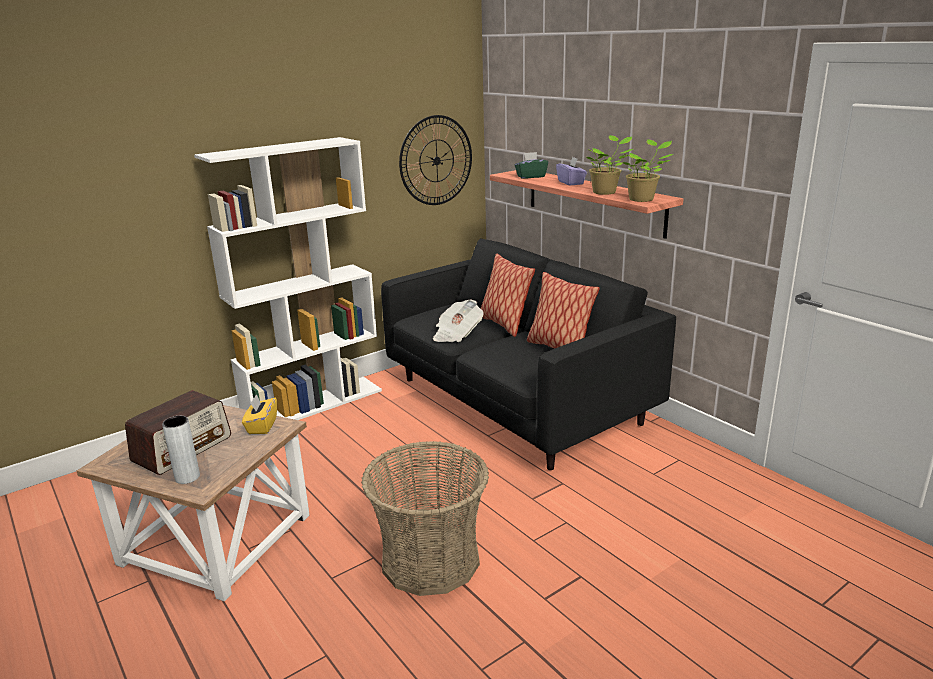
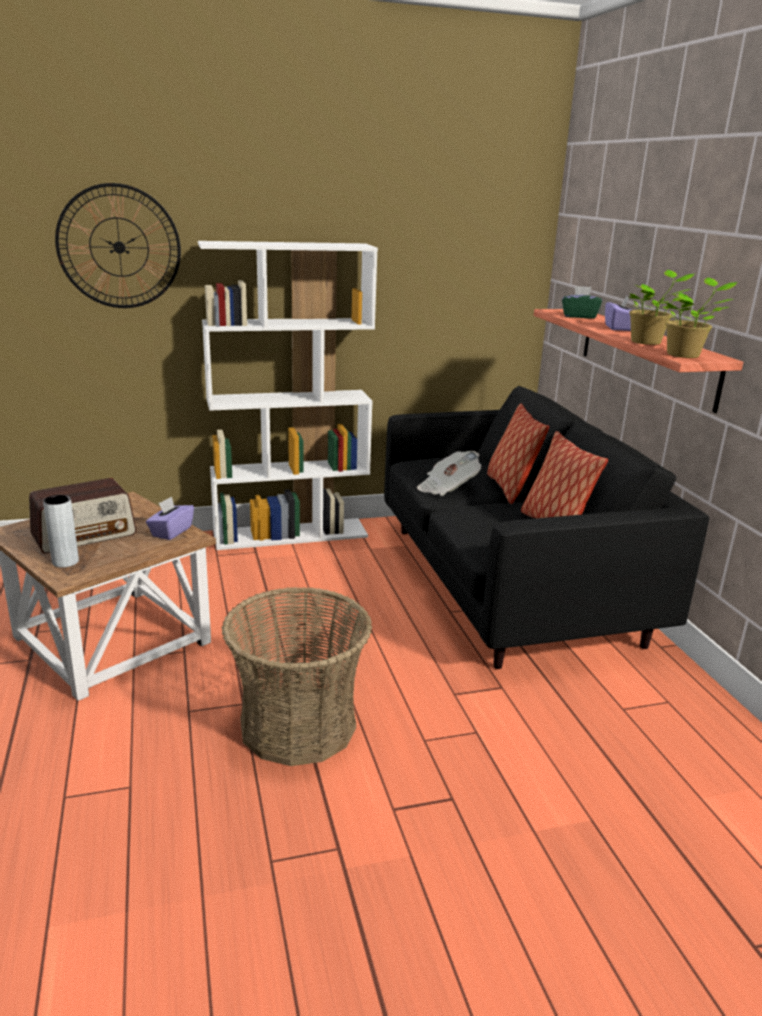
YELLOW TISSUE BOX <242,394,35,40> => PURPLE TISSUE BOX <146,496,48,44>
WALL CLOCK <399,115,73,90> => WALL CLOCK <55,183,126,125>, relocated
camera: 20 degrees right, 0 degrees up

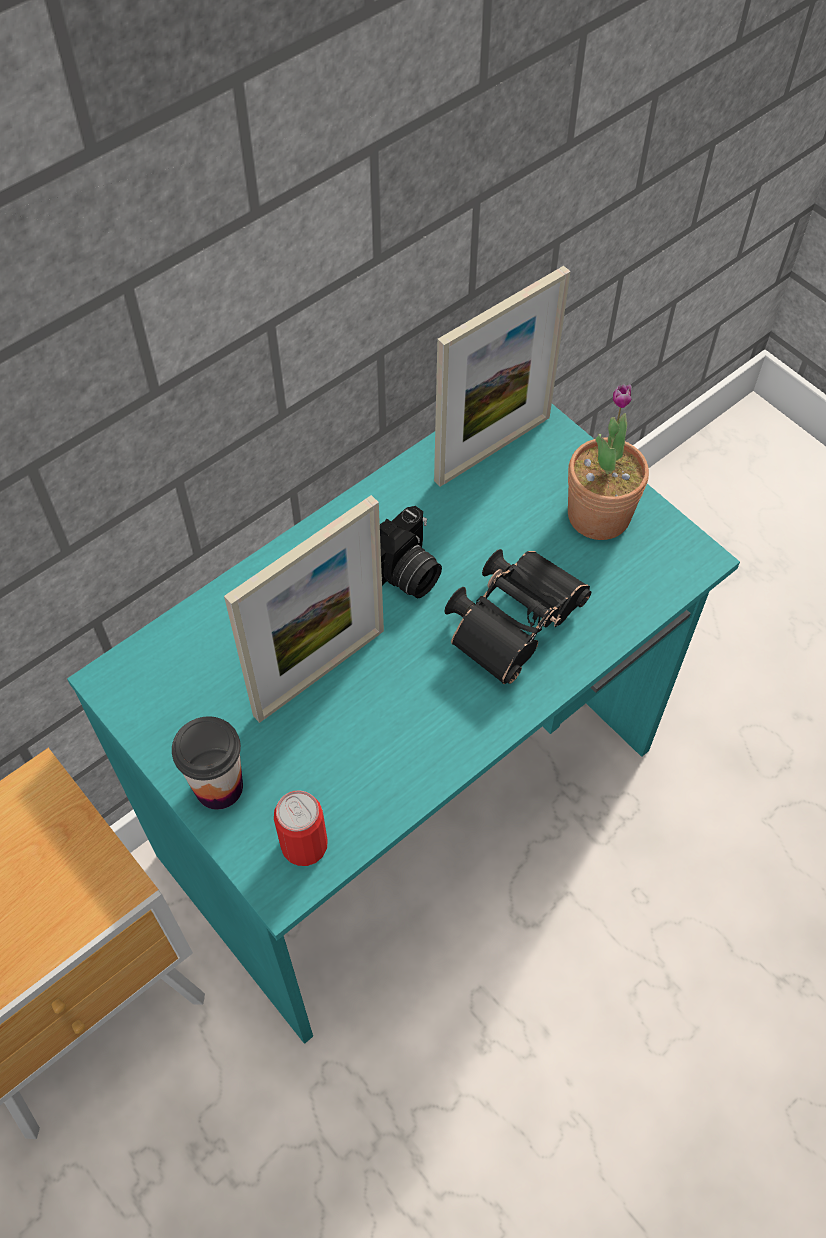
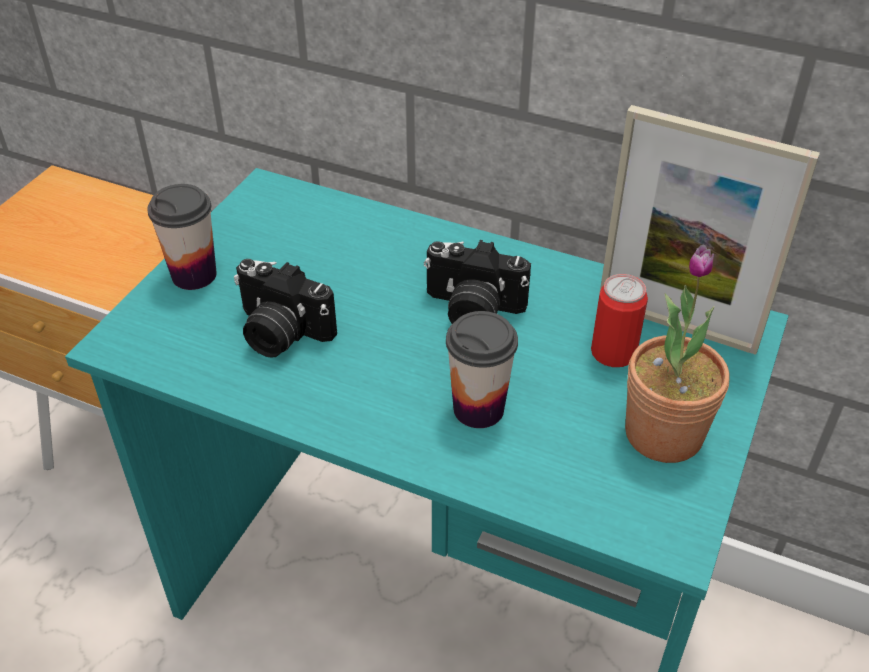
PICTURE FRAME <224,495,160,228> => nothing
CAN <274,790,54,76> => CAN <591,274,57,93>, relocated
BLACK BINOCULARS <444,549,147,135> => CUP <446,311,72,117>
nothing => PHOTO CAMERA <234,259,103,99>
camera: 65 degrees right, 15 degrees down

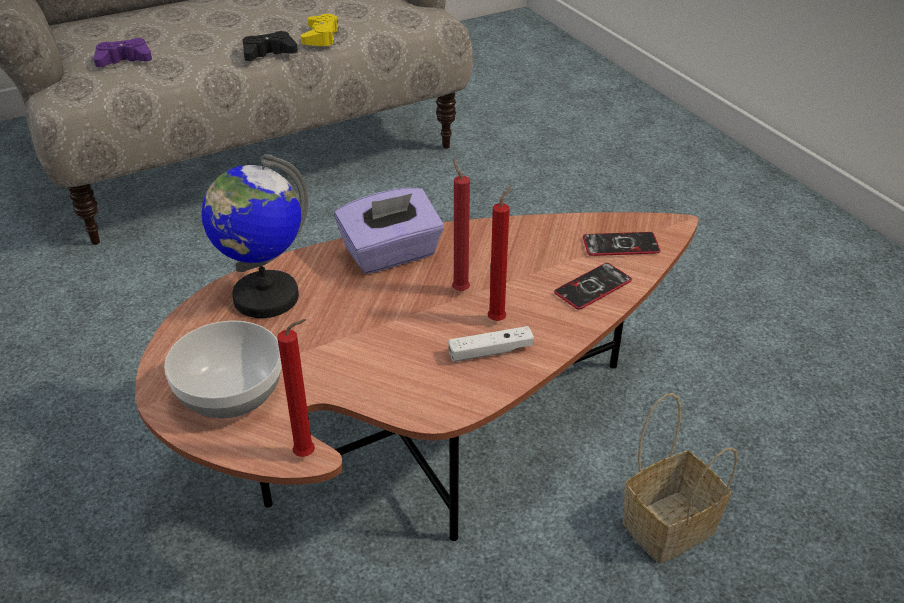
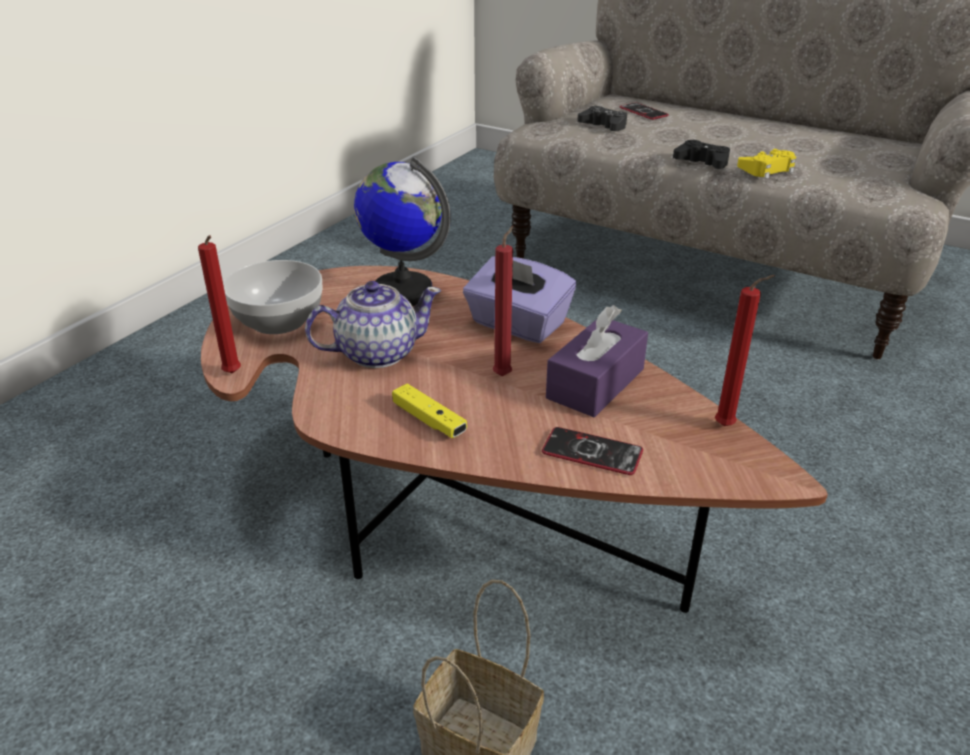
PURPLE GAME CONTROLLER <94,38,58,29> => BLACK GAME CONTROLLER <577,106,50,25>
WHITE GAME CONTROLLER <448,326,86,36> => YELLOW GAME CONTROLLER <392,384,75,54>
RED CANDLE <488,186,24,135> => RED CANDLE <715,275,60,151>, relocated
PHONE <583,232,77,24> => PHONE <620,103,49,17>, relocated
nothing => TEAPOT <305,281,136,87>
nothing => PURPLE TISSUE BOX <546,305,102,112>
camera: 60 degrees right, 5 degrees down

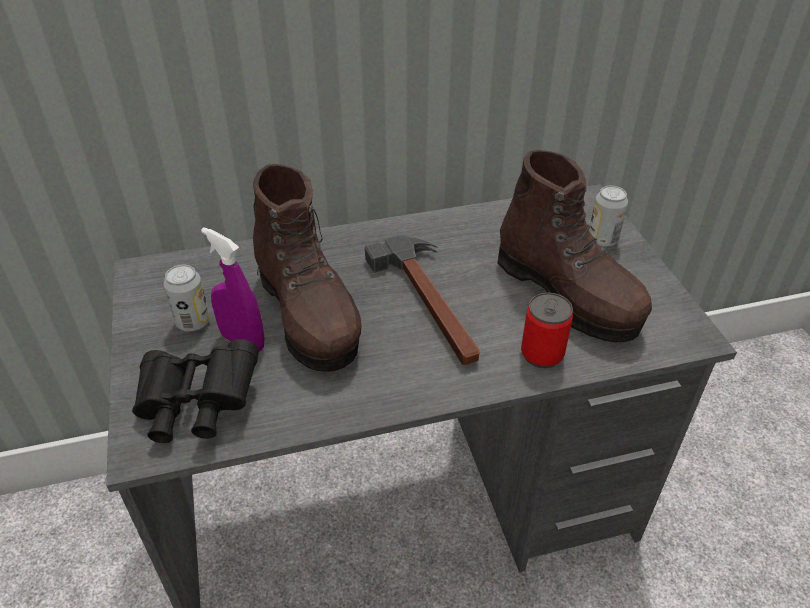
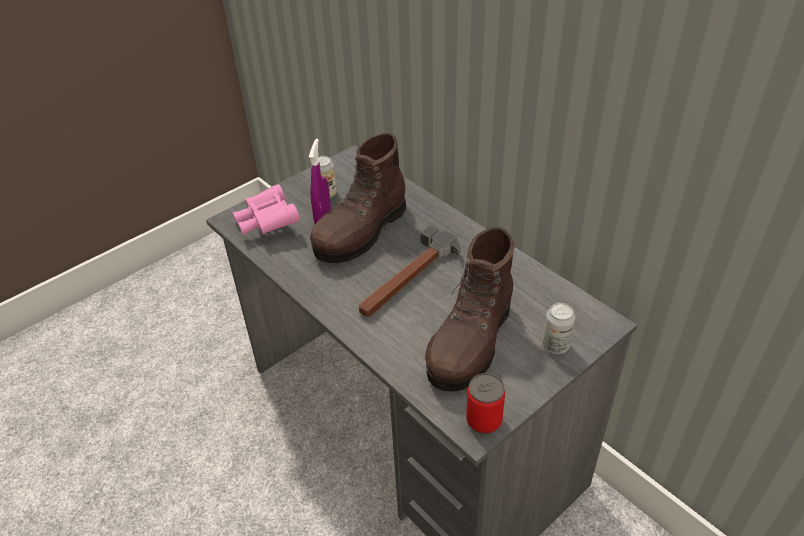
BLACK BINOCULARS <132,339,127,104> => PINK BINOCULARS <233,184,67,51>
CAN <521,293,52,75> => CAN <466,373,39,61>, relocated
camera: 65 degrees right, 0 degrees up

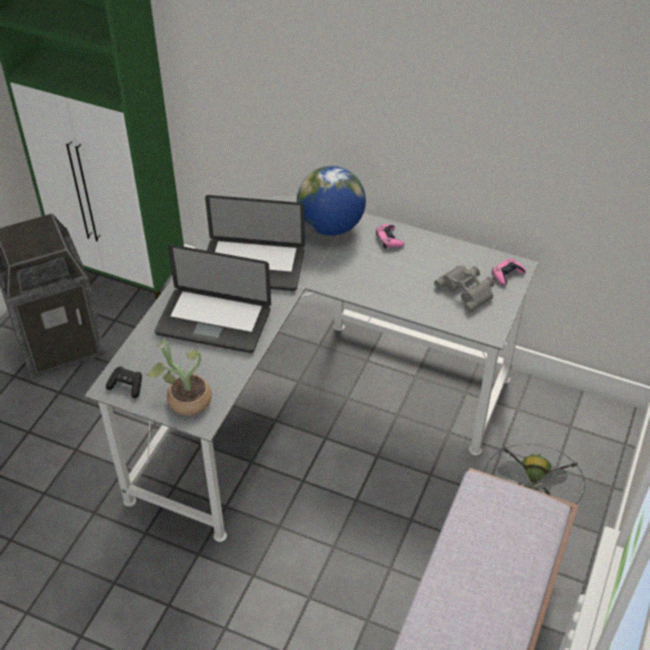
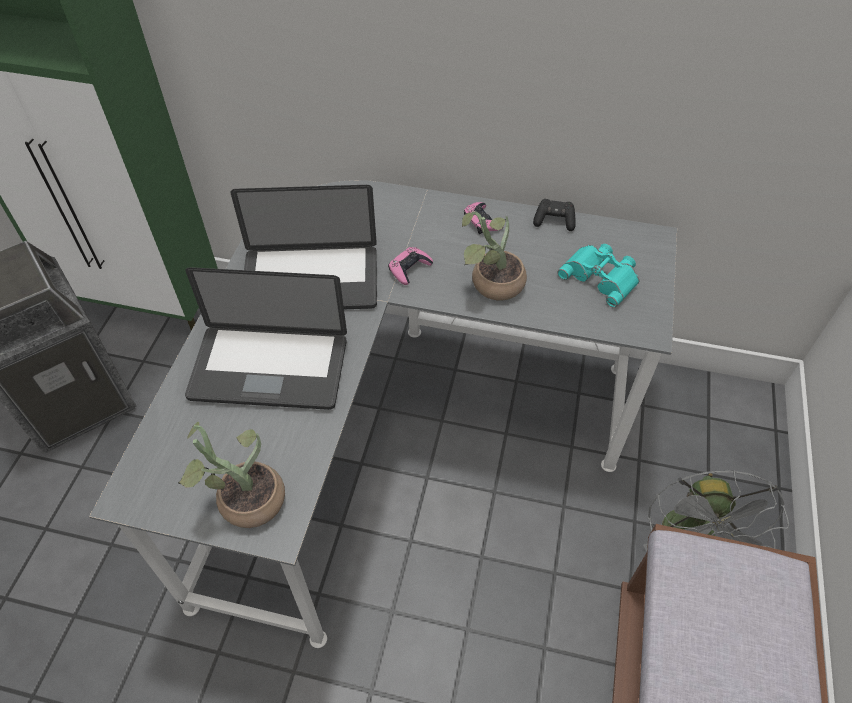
BLACK GAME CONTROLLER <106,366,36,32> => BLACK GAME CONTROLLER <533,199,43,32>, relocated
GLOBE <297,166,69,70> => nothing
GREY BINOCULARS <434,265,60,48> => TURQUOISE BINOCULARS <558,244,81,63>
PINK GAME CONTROLLER <492,259,34,27> => PINK GAME CONTROLLER <388,247,45,38>, relocated
nothing => POTTED PLANT <462,212,65,88>
camera: 10 degrees left, 5 degrees up

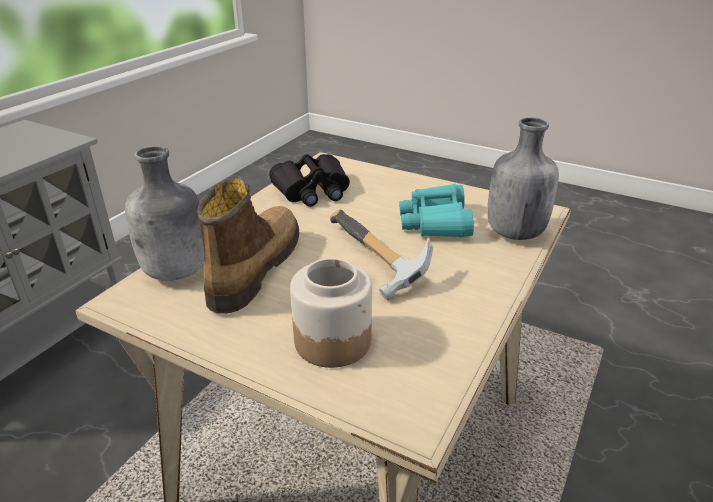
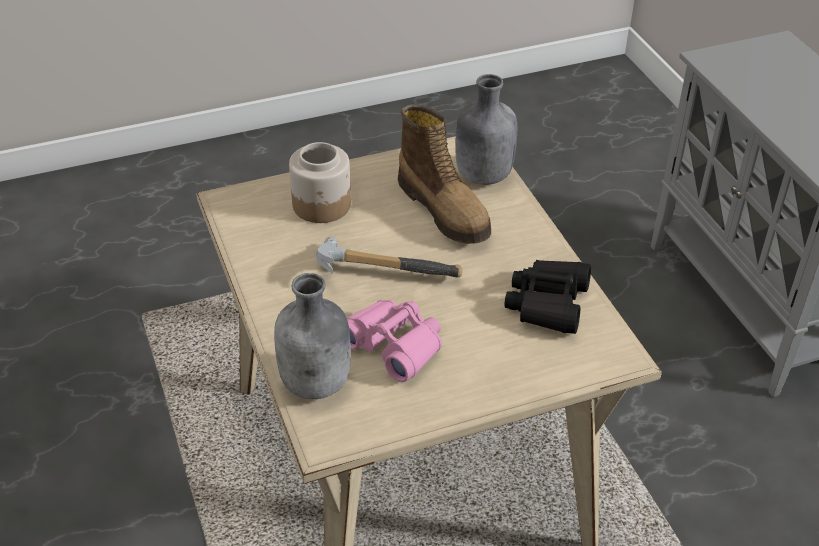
TURQUOISE BINOCULARS <399,184,75,53> => PINK BINOCULARS <347,300,95,82>
camera: 130 degrees right, 10 degrees up

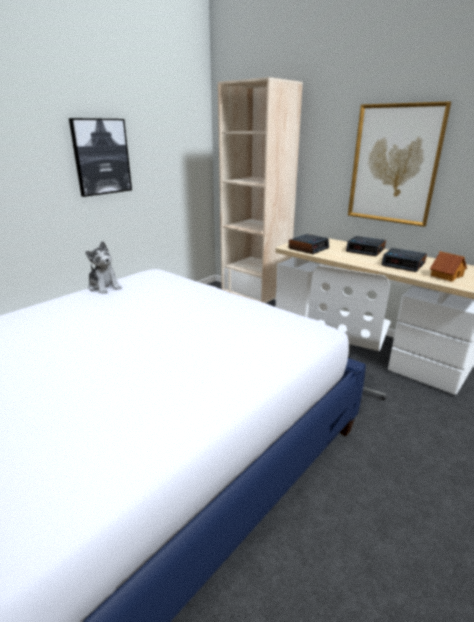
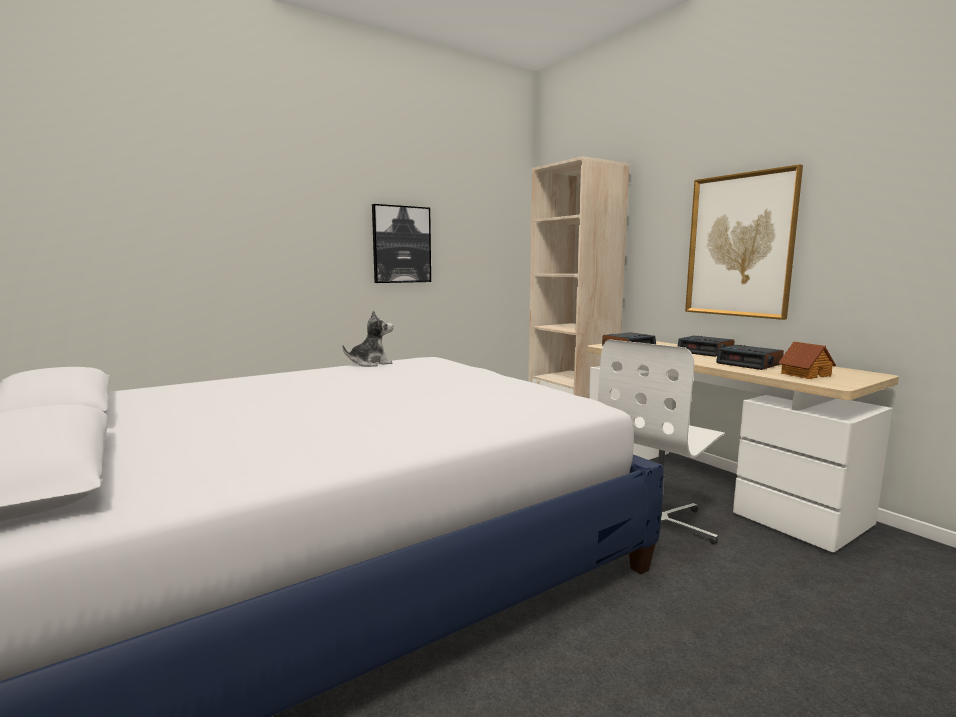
PLUSH TOY <85,241,37,53> => PLUSH TOY <342,310,51,57>, 90 degrees counterclockwise
camera: 15 degrees right, 15 degrees down

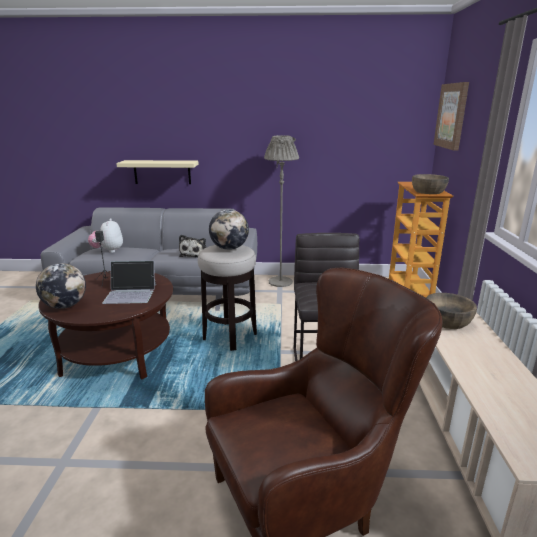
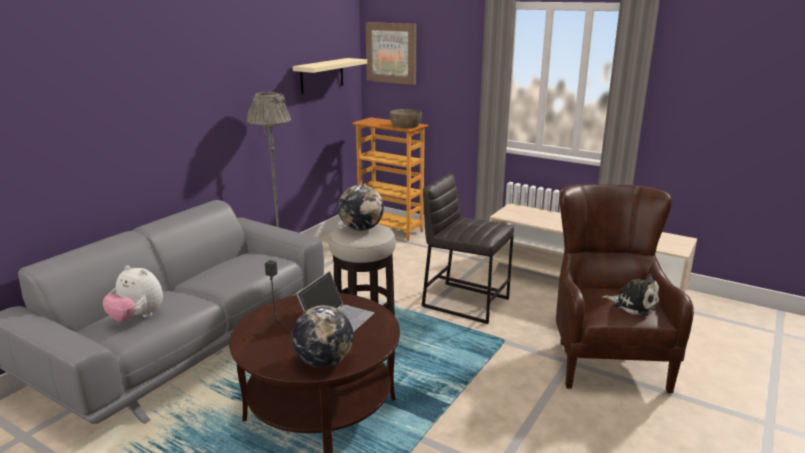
BEIGE SHELF <116,160,82,24> => BEIGE SHELF <293,58,74,36>, relocated
PLUSH TOY <179,235,27,23> => PLUSH TOY <602,273,57,43>, relocated
BROWN BOWL <426,293,51,36> => nothing
camera: 60 degrees left, 0 degrees up

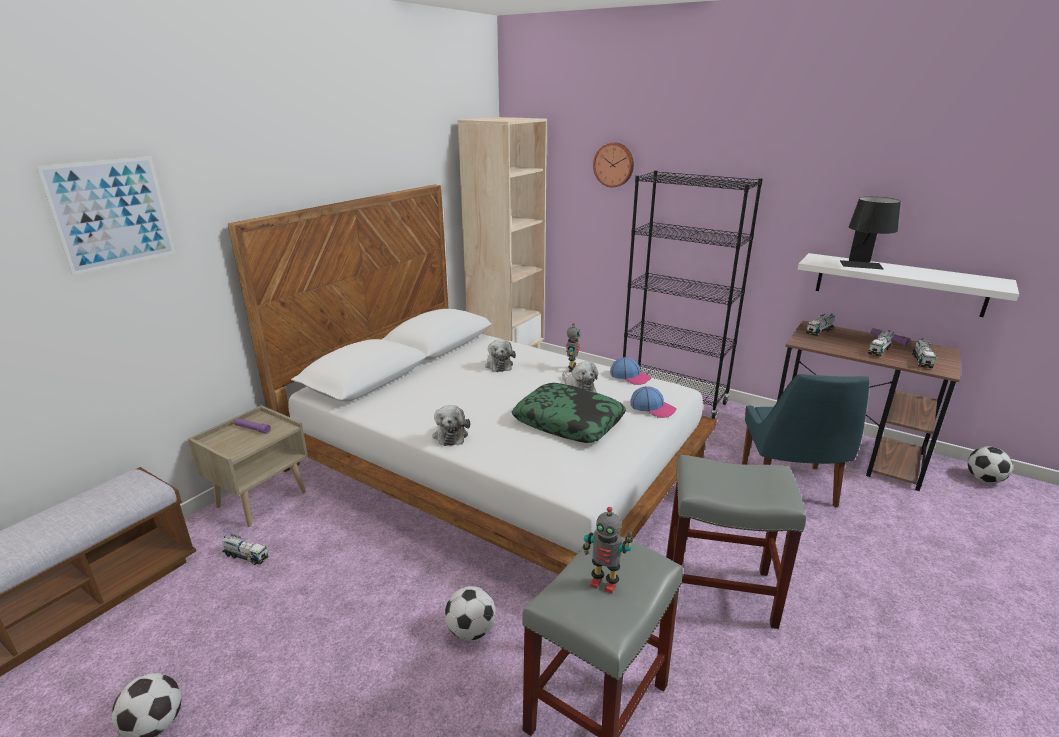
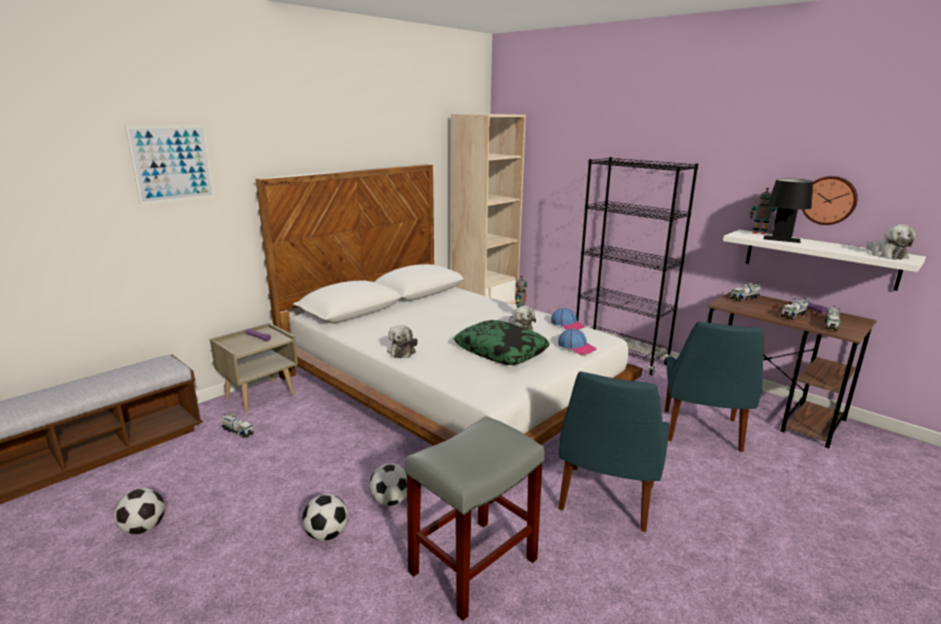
PLUSH TOY <485,339,31,33> => PLUSH TOY <866,224,50,36>, relocated
TOY ROBOT <583,507,50,86> => TOY ROBOT <750,188,27,47>, relocated
WALL CLOCK <593,142,41,46> => WALL CLOCK <802,176,56,49>, relocated
GREY STOOL <666,455,140,174> => BLUE CHAIR <558,372,112,160>
FOOTBALL <968,447,45,36> => FOOTBALL <302,494,46,47>, relocated
camera: 10 degrees right, 5 degrees down

